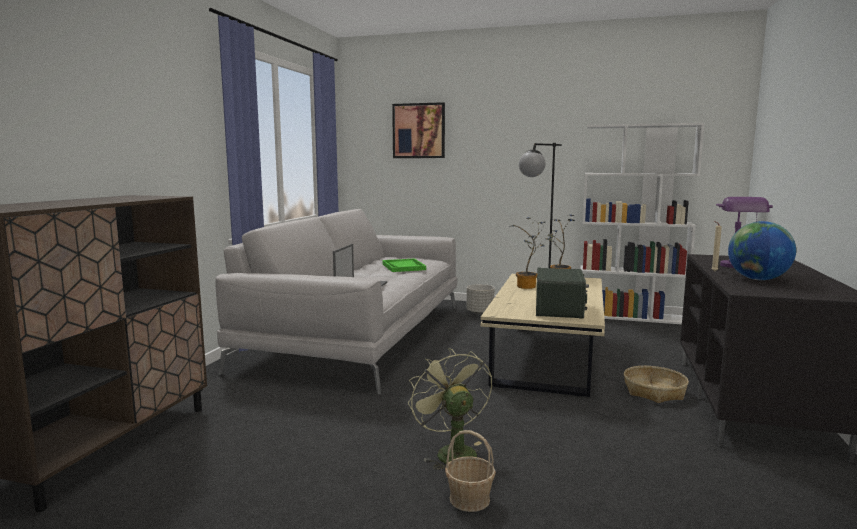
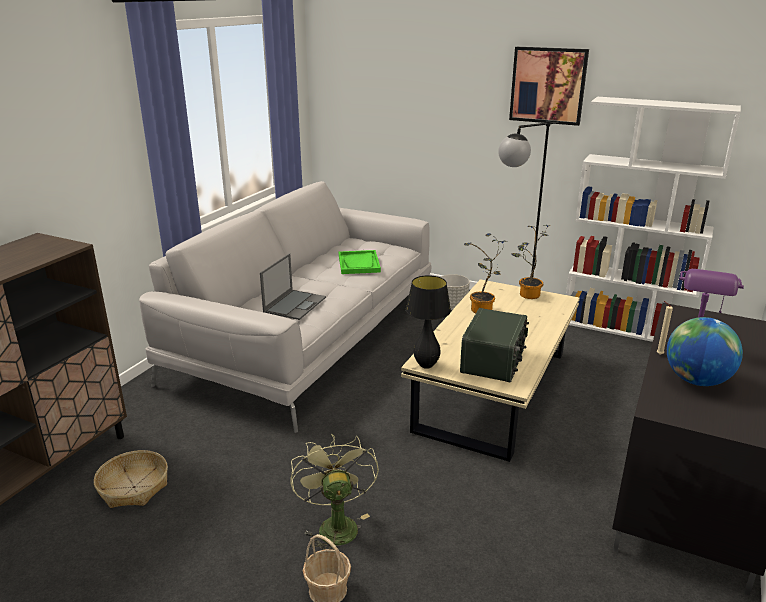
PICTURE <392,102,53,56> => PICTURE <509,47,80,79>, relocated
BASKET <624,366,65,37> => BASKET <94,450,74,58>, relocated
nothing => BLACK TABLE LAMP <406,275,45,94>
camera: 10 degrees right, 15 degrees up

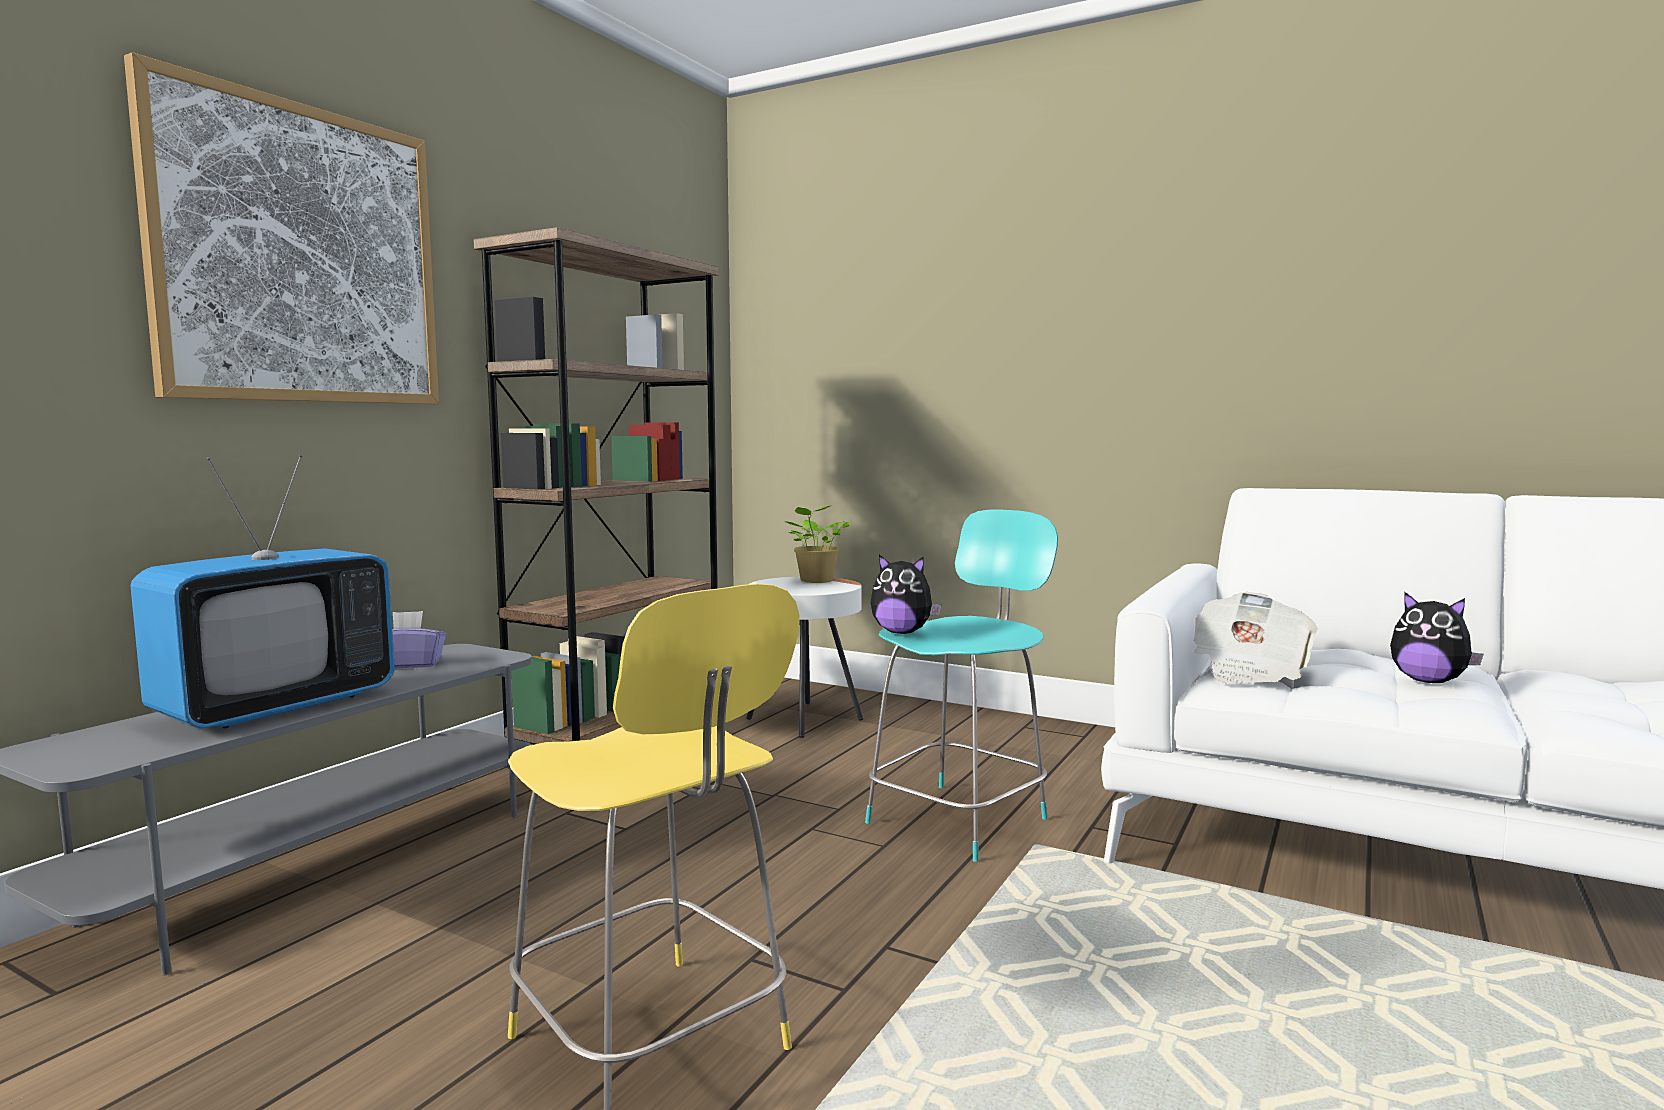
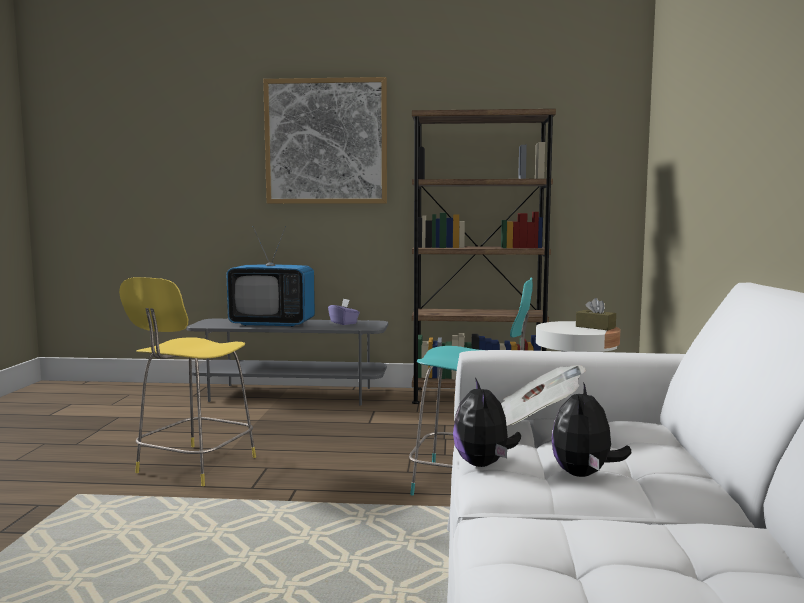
POTTED PLANT <785,505,65,78> => BROWN TISSUE BOX <576,298,40,32>
PLUSH TOY <871,554,71,80> => PLUSH TOY <453,378,68,89>, relocated
camera: 65 degrees right, 0 degrees up

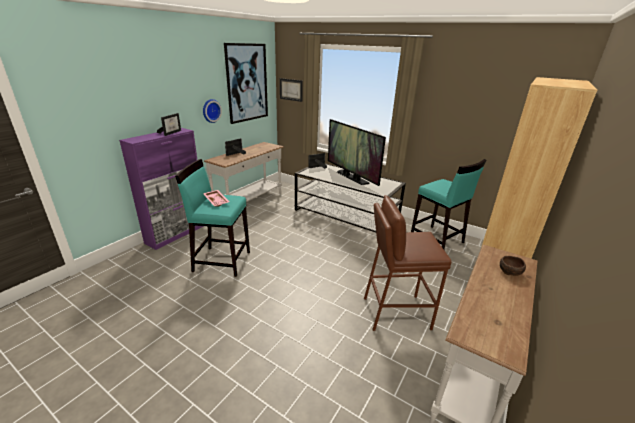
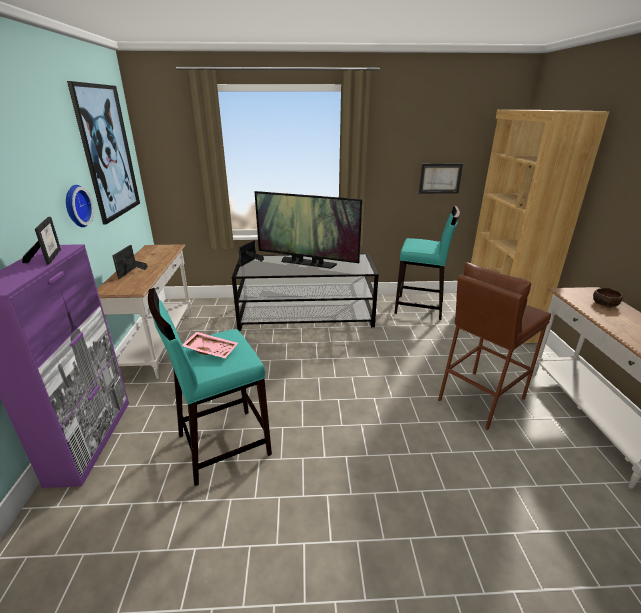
PICTURE <280,78,23,24> => PICTURE <419,163,44,31>, relocated
camera: 35 degrees left, 0 degrees up

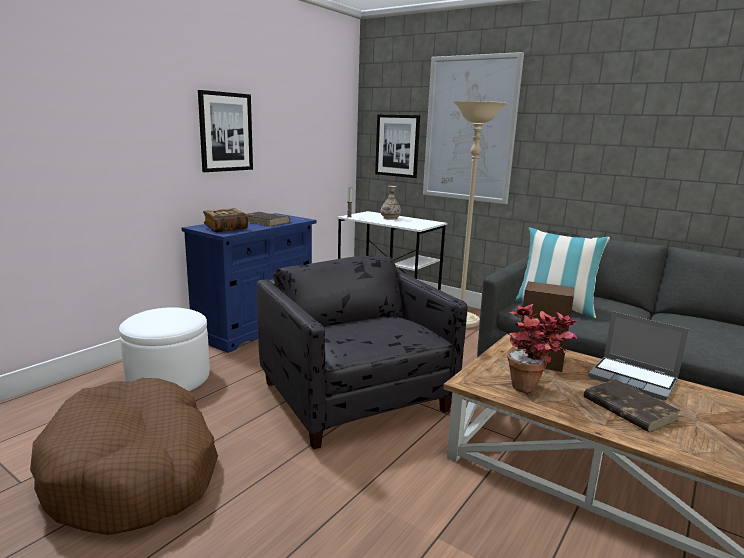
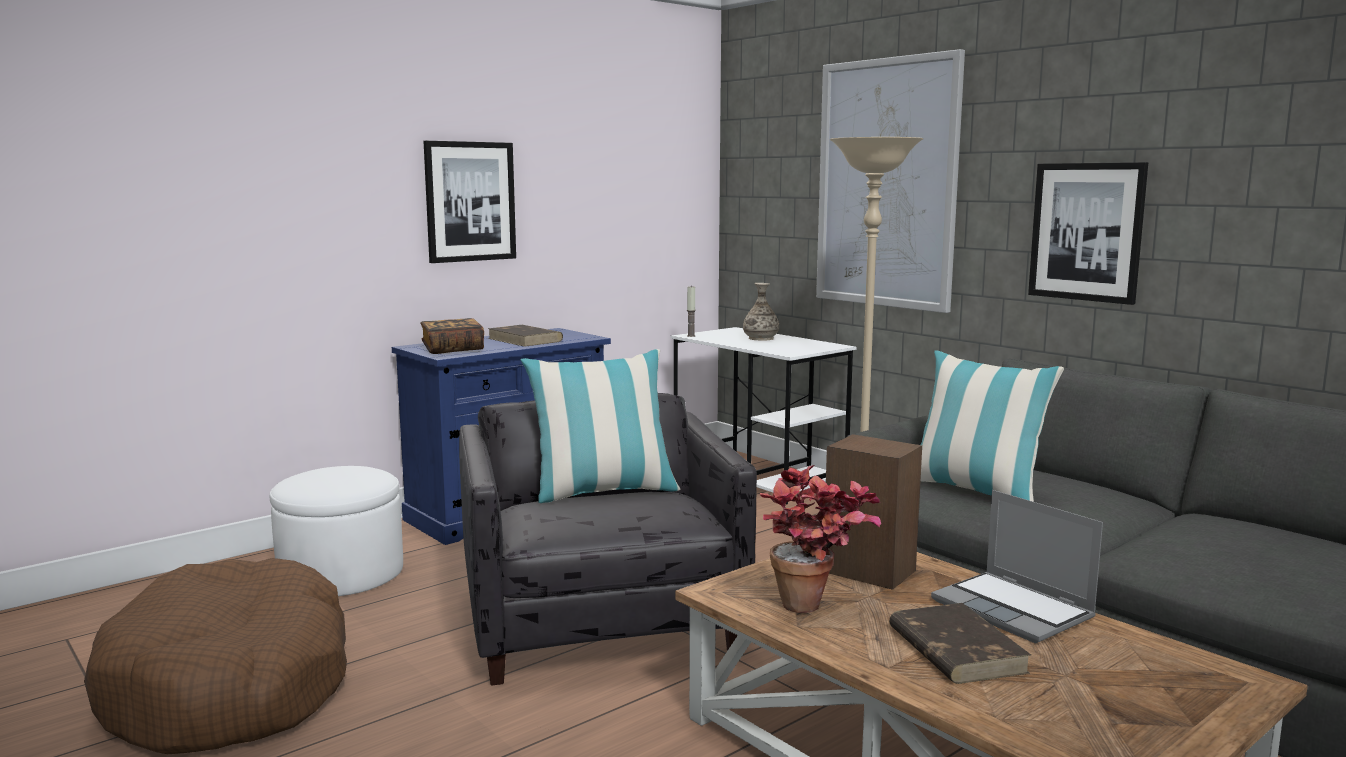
PICTURE <375,114,45,64> => PICTURE <1028,162,120,143>, relocated
nothing => PILLOW <520,349,160,154>
camera: 15 degrees right, 5 degrees down

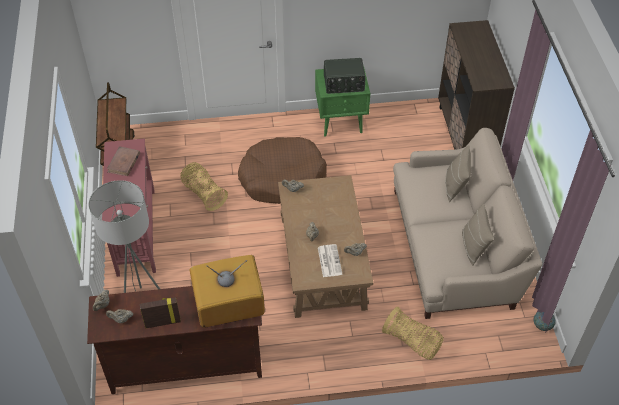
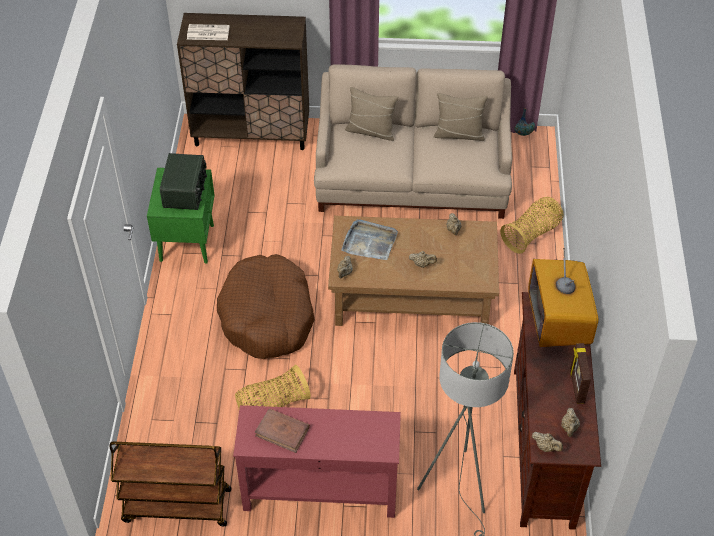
NEWSPAPER <318,244,24,33> => NEWSPAPER <187,24,43,16>, relocated
nothing => GREY TRAY <341,219,57,41>
camera: 80 degrees left, 0 degrees up

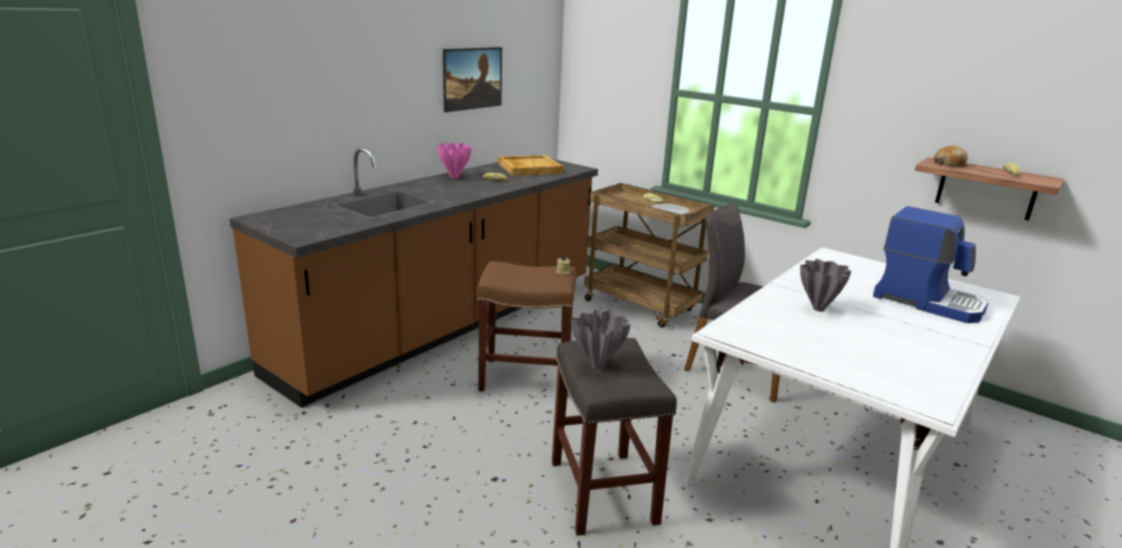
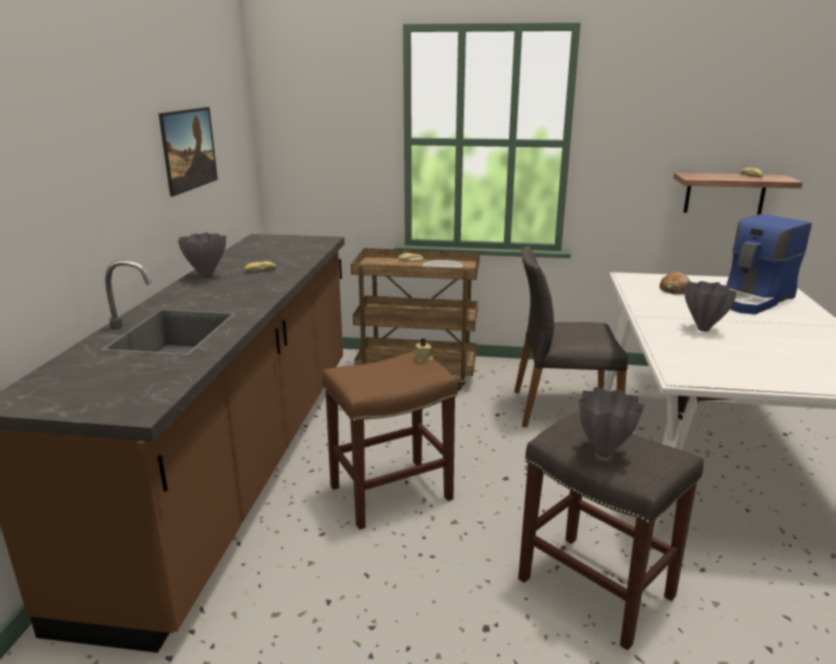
PINK VASE <437,143,35,35> => GREY VASE <178,233,48,46>
BEIGE TRAY <498,155,65,21> => nothing
COFFEE MACHINE <873,206,115,117> => COFFEE MACHINE <726,214,86,100>, 135 degrees clockwise
BREAD <934,145,34,22> => BREAD <660,272,31,22>, relocated
camera: 30 degrees left, 0 degrees up

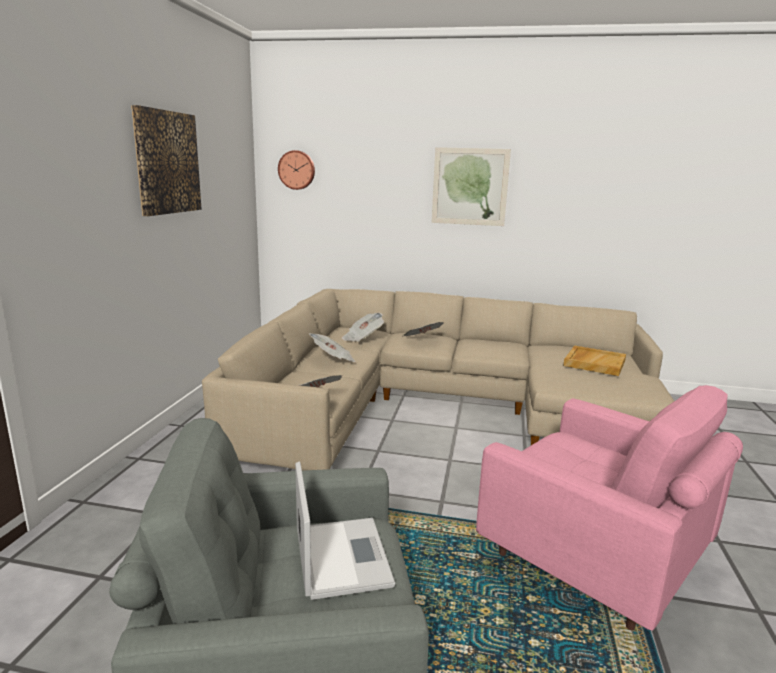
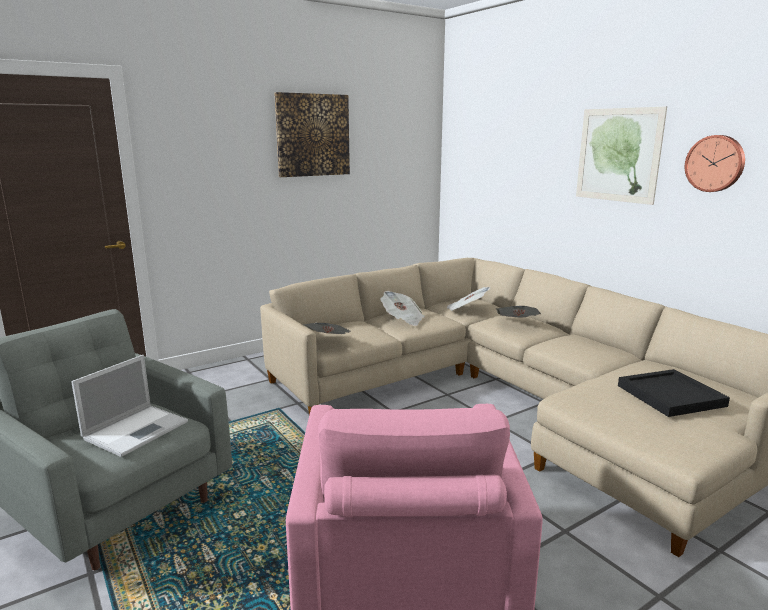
WALL CLOCK <278,150,37,40> => WALL CLOCK <685,135,60,57>, relocated
BEIGE TRAY <563,345,63,31> => BLACK TRAY <618,369,112,48>
camera: 45 degrees right, 0 degrees up

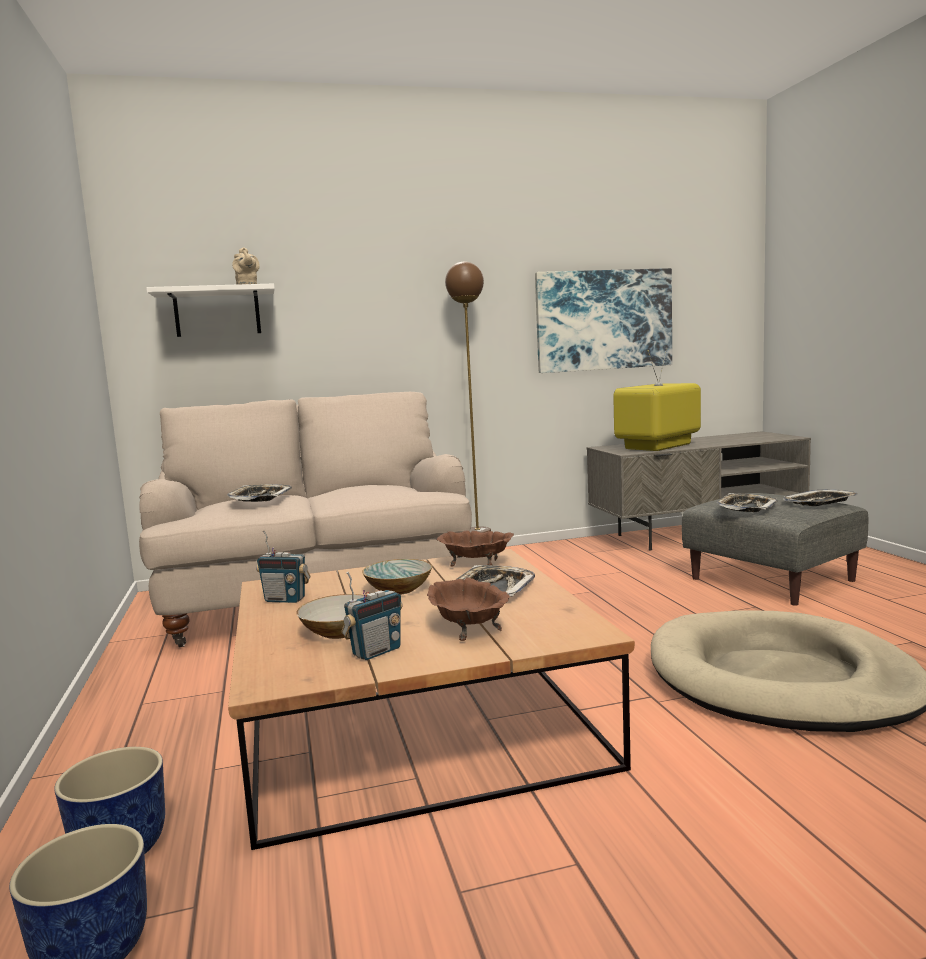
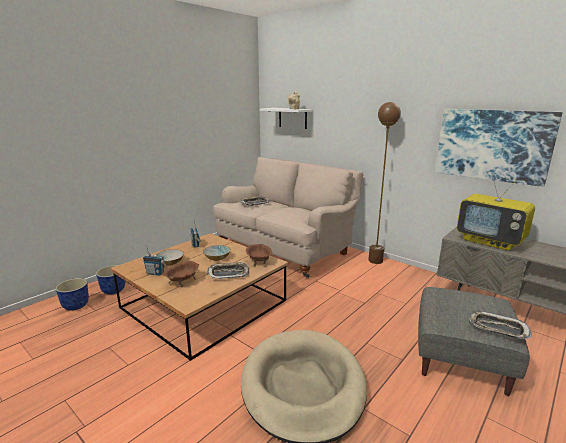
TELEVISION <613,348,88,103> => TELEVISION <457,173,78,78>, 150 degrees counterclockwise
TRAY <716,493,62,19> => nothing
camera: 55 degrees right, 10 degrees up

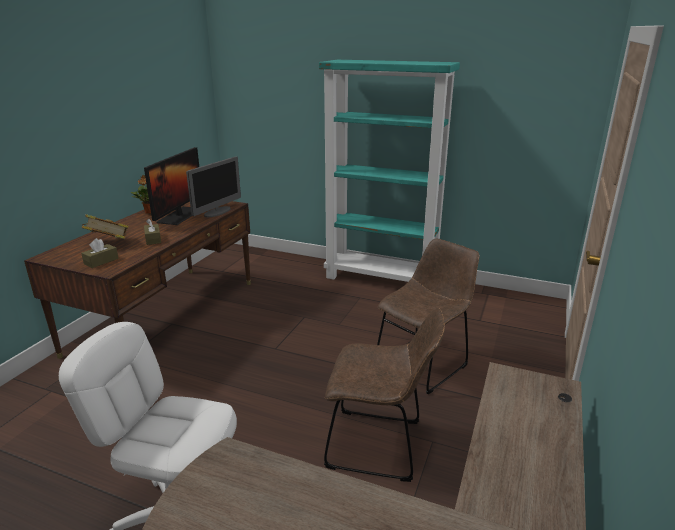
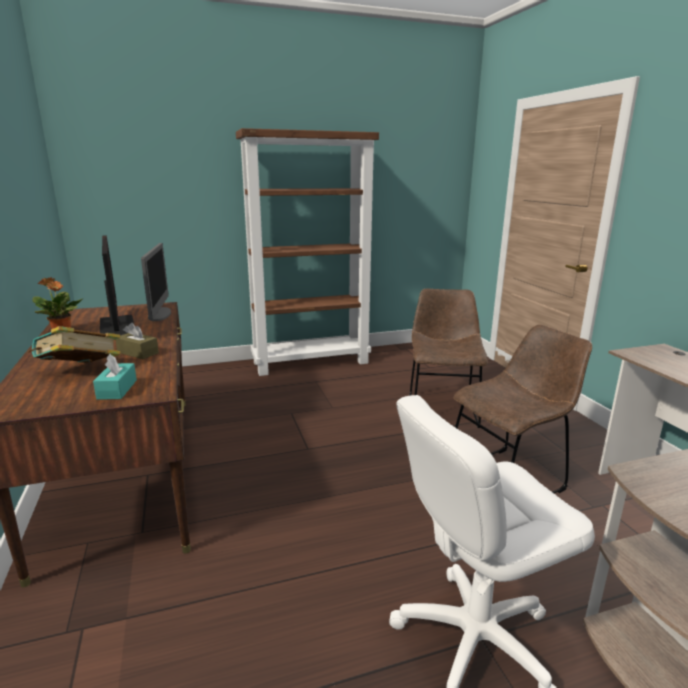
BROWN TISSUE BOX <81,238,37,30> => TURQUOISE TISSUE BOX <93,354,44,46>
TURQUOISE BOOKCASE <319,60,141,222> => BROWN BOOKCASE <236,128,143,248>
camera: 40 degrees left, 5 degrees down

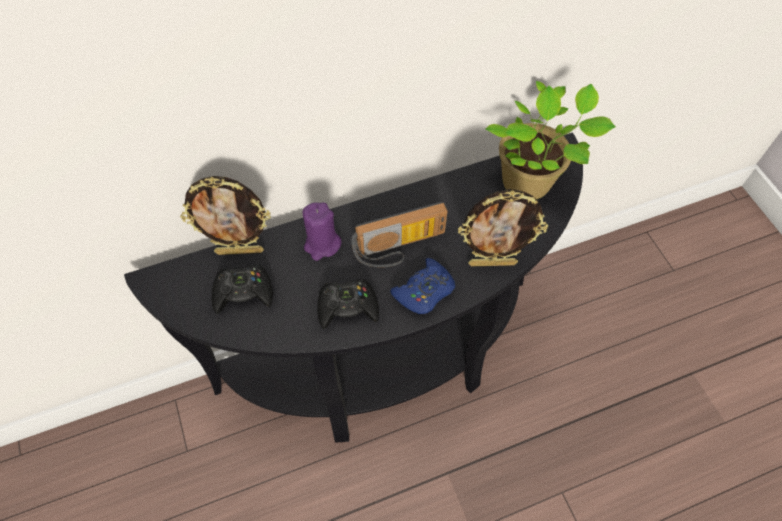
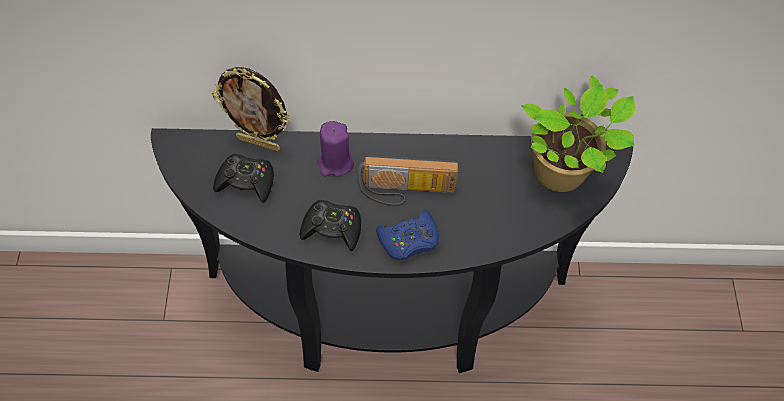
PICTURE FRAME <458,189,90,77> => nothing
camera: 20 degrees right, 0 degrees up

